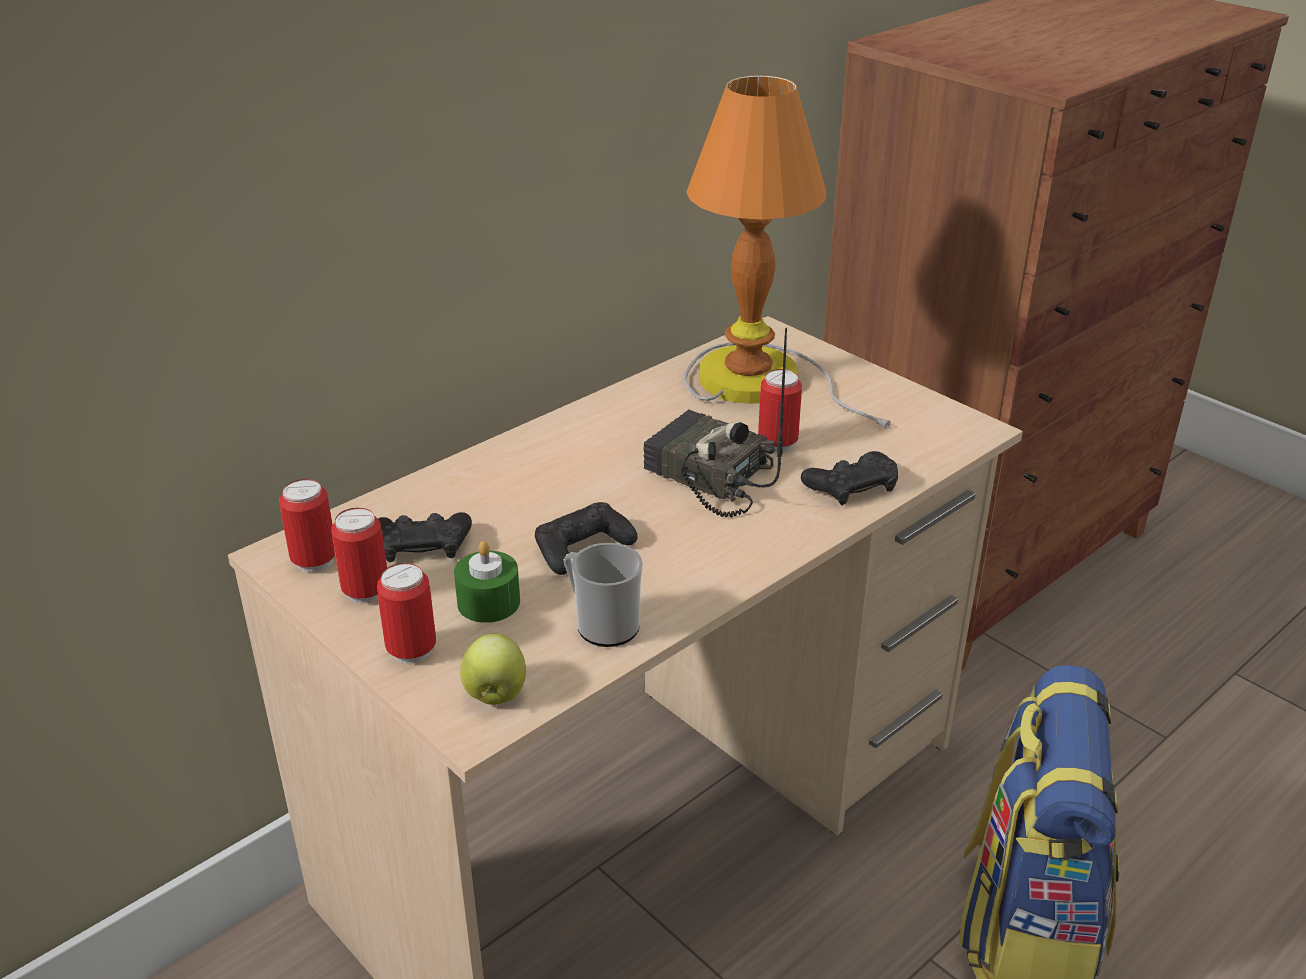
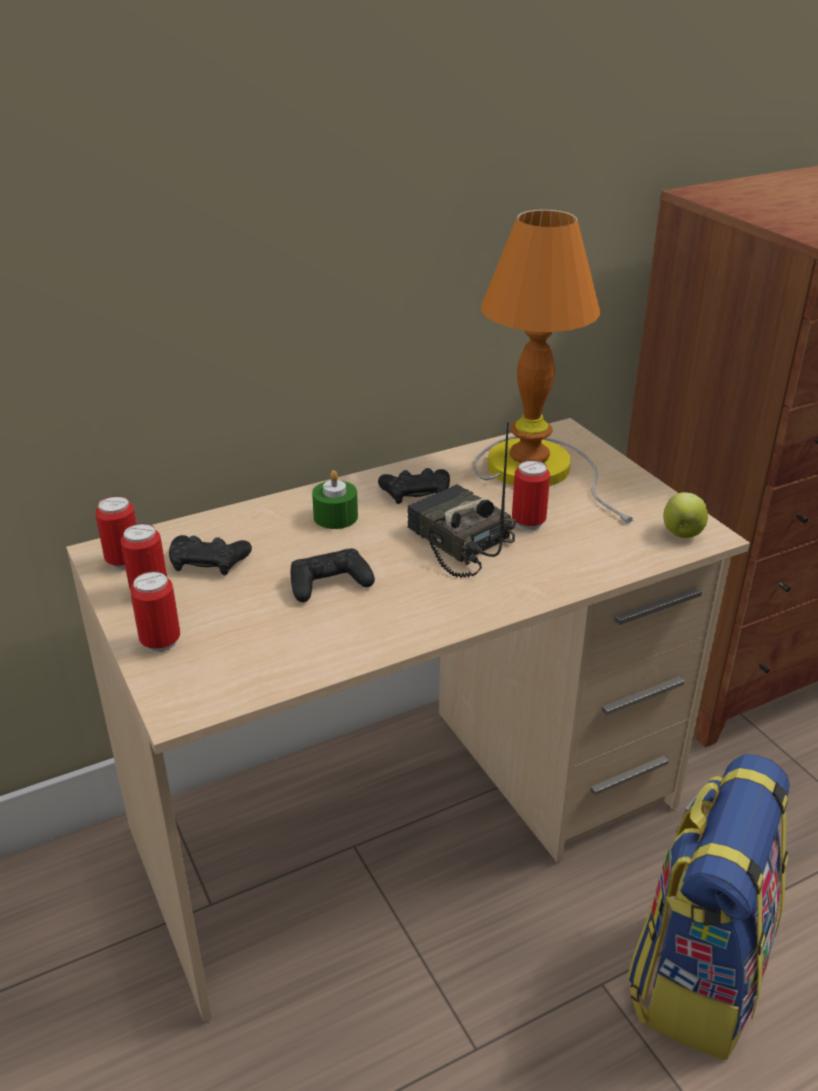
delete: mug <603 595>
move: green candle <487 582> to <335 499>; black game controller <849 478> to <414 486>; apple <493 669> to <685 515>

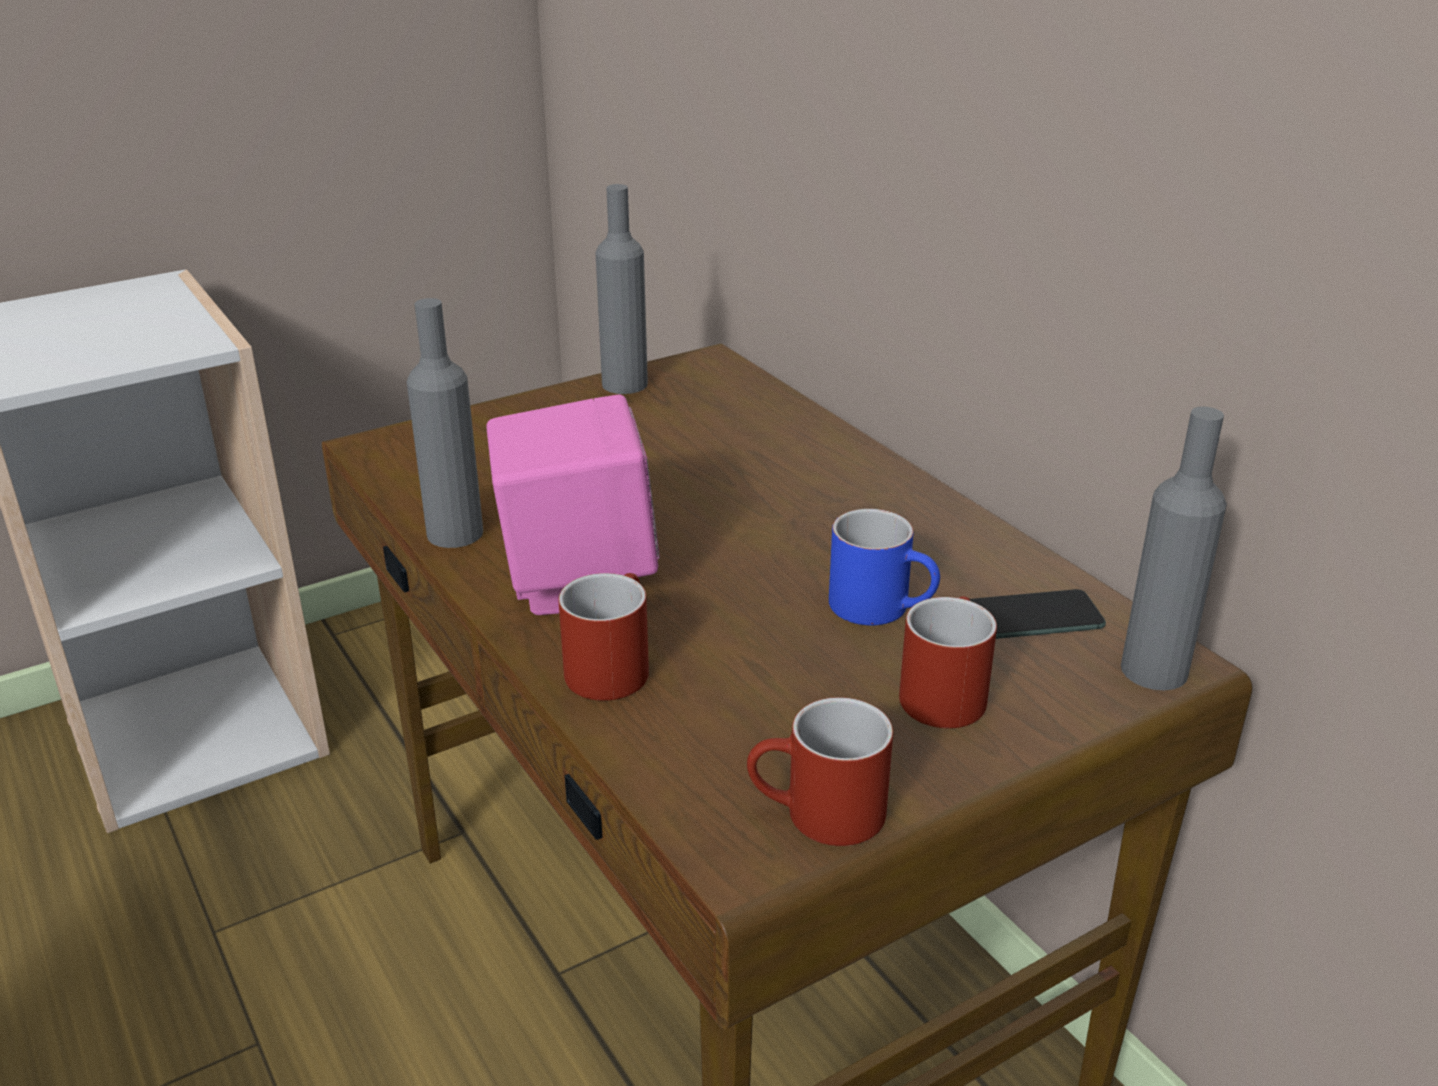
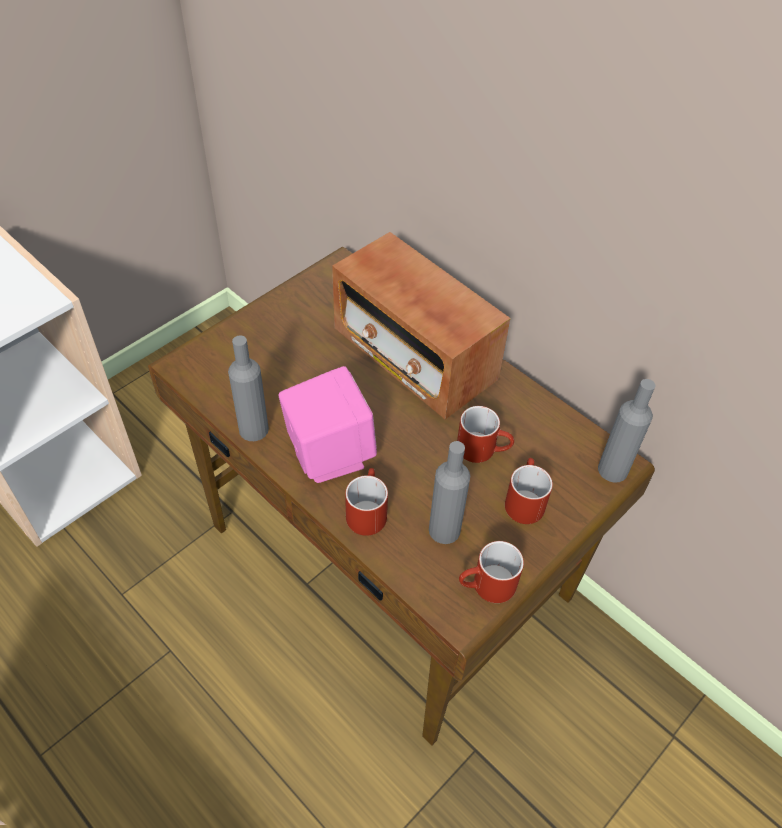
delete: phone <1038 614>
insert: radio <421 325>
move: grey bottle <621 289> to <449 492>
recolor: blue mug <884 567> to red mug <485 434>

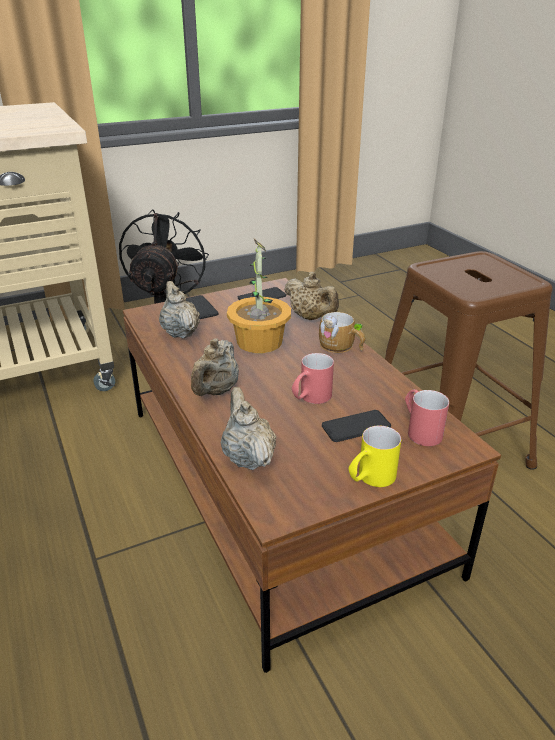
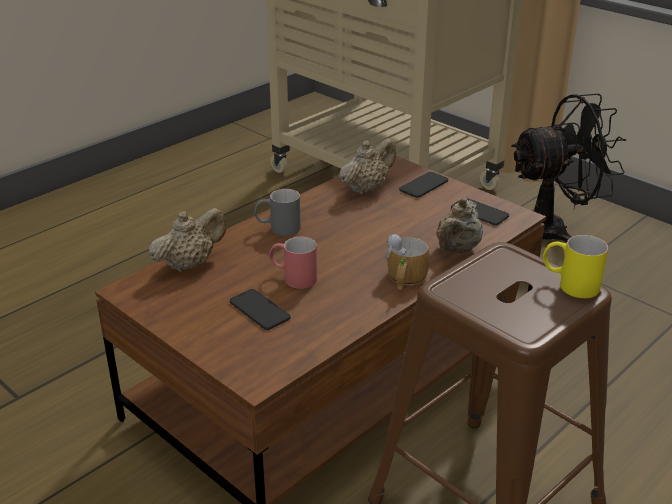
delete: potted plant <259 296>; red mug <427 417>
move: yellow mug <374 456> to <575 266>
replace: beige teapot <215 367> to grey mug <277 212>

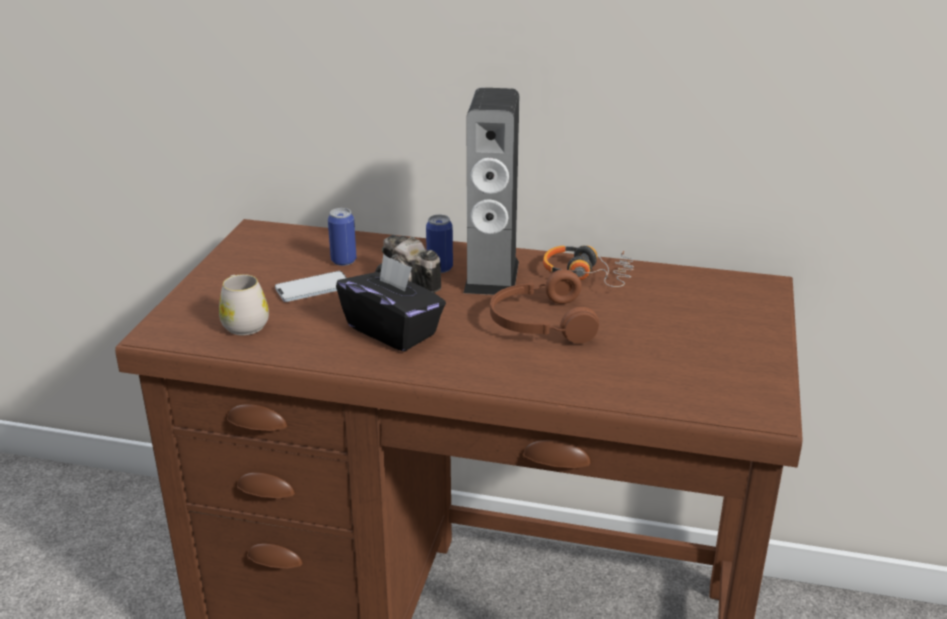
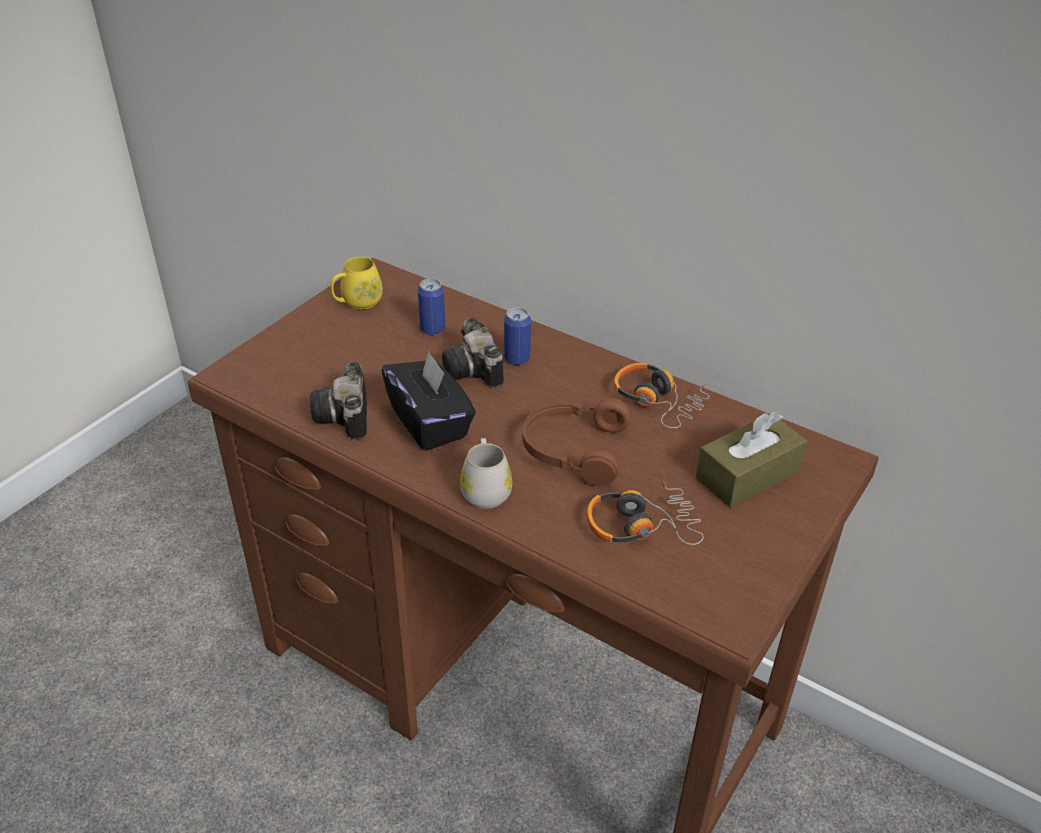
delete: phone <311 286>; speaker <491 191>
insert: photo camera <338 401>; yellow mug <356 282>; headphones <645 512>; brown tissue box <751 459>
move: white mug <244 304> to <486 473>

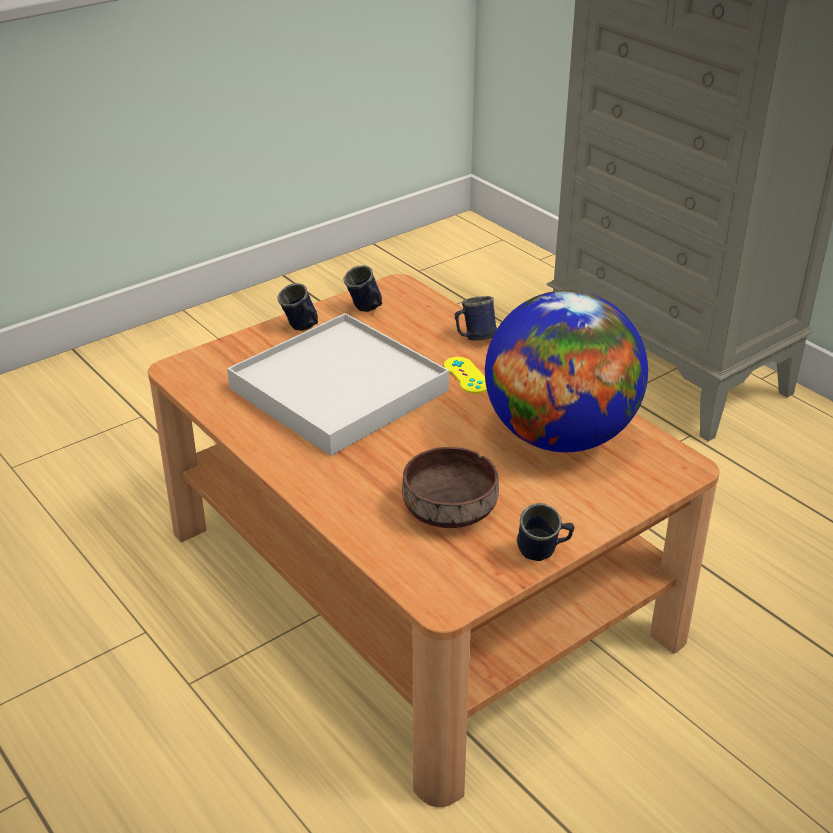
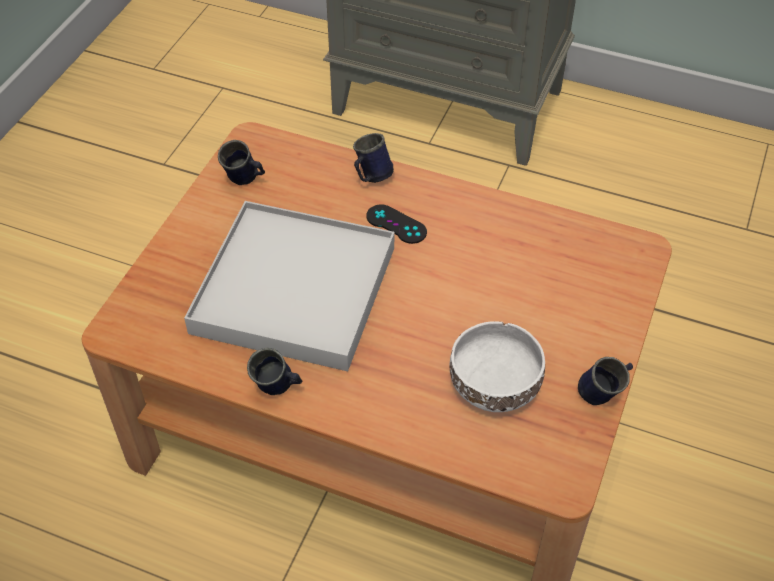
delete: globe <566 371>
move: blue mug <297 307> to <275 371>
recolor: yellow game controller <465 375> to black game controller <396 224>; brown bowl <450 487> to white bowl <497 366>

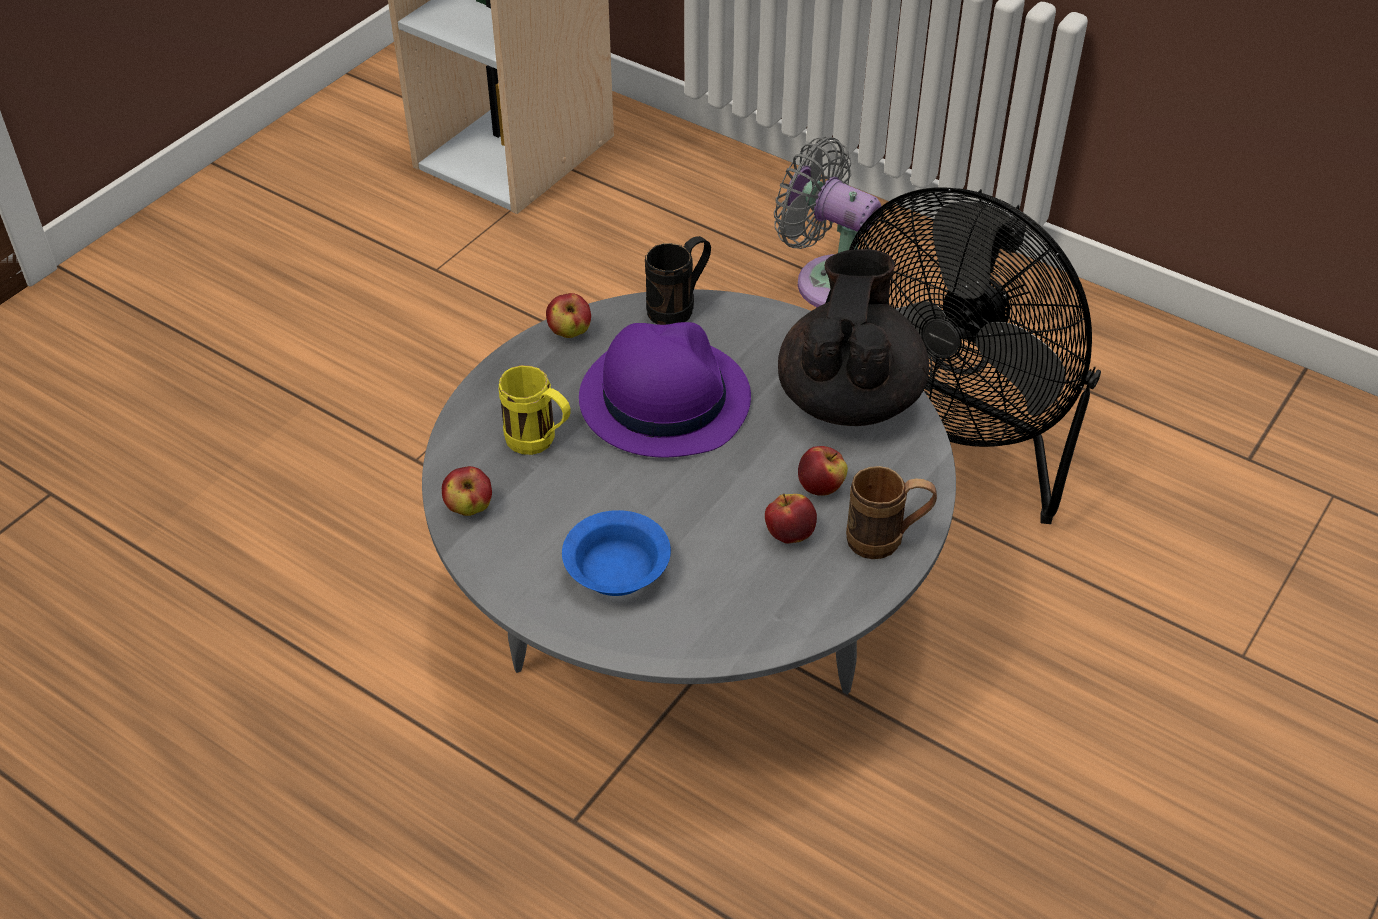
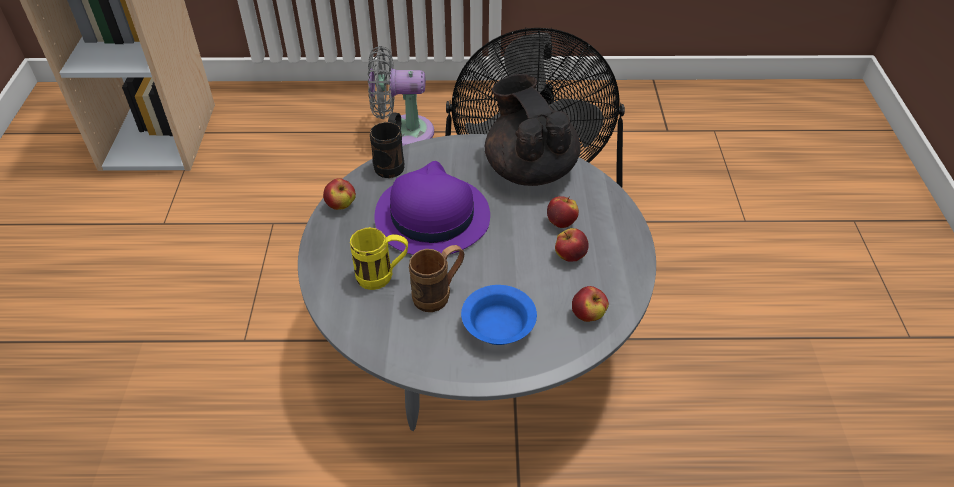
move: brown mug <891 512> to <436 278>; apple <467 491> to <590 304>

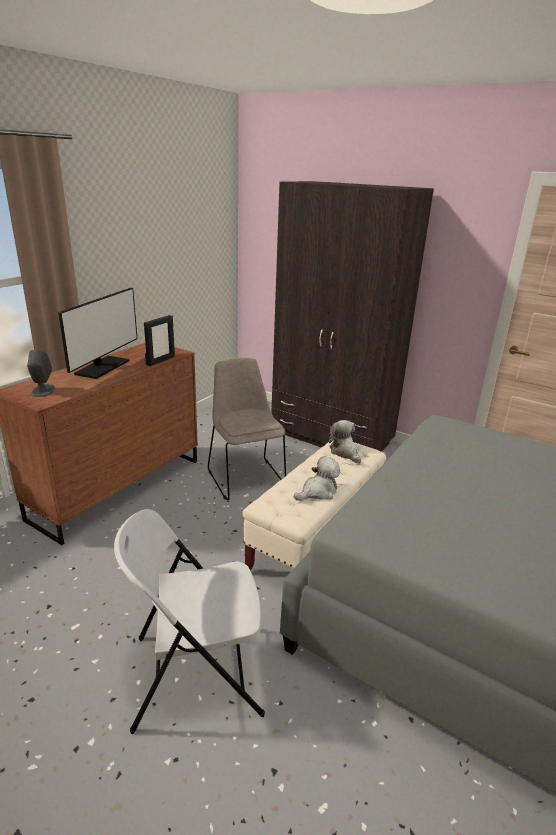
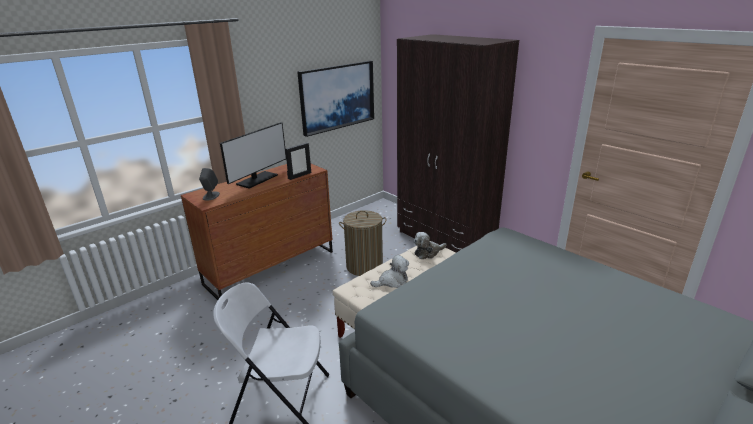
insert: picture <335 98>
replace: beige chair <247 428> to laundry basket <363 243>
rotate: plush toy <345 442> = <430 245> 105 degrees counterclockwise

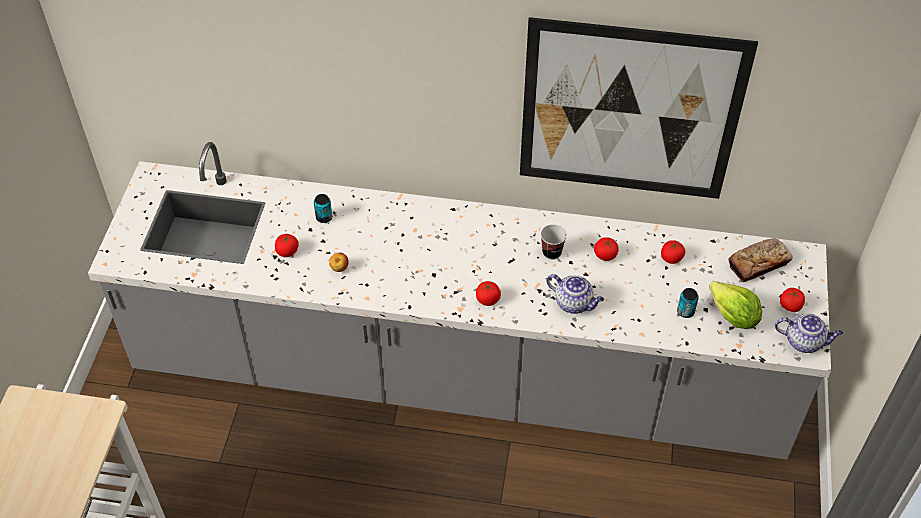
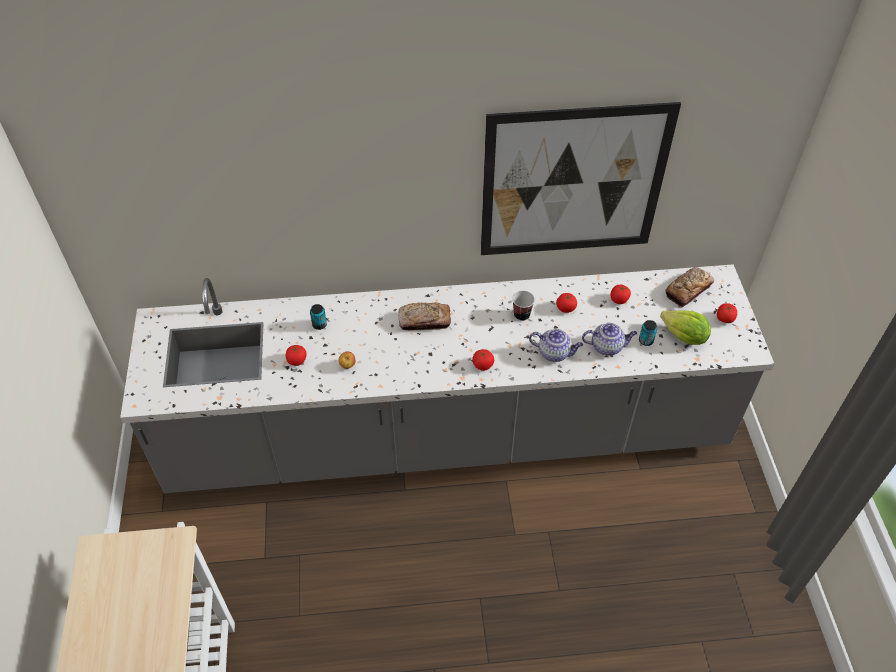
insert: bread <425 316>
move: teapot <809 333> to <609 339>

